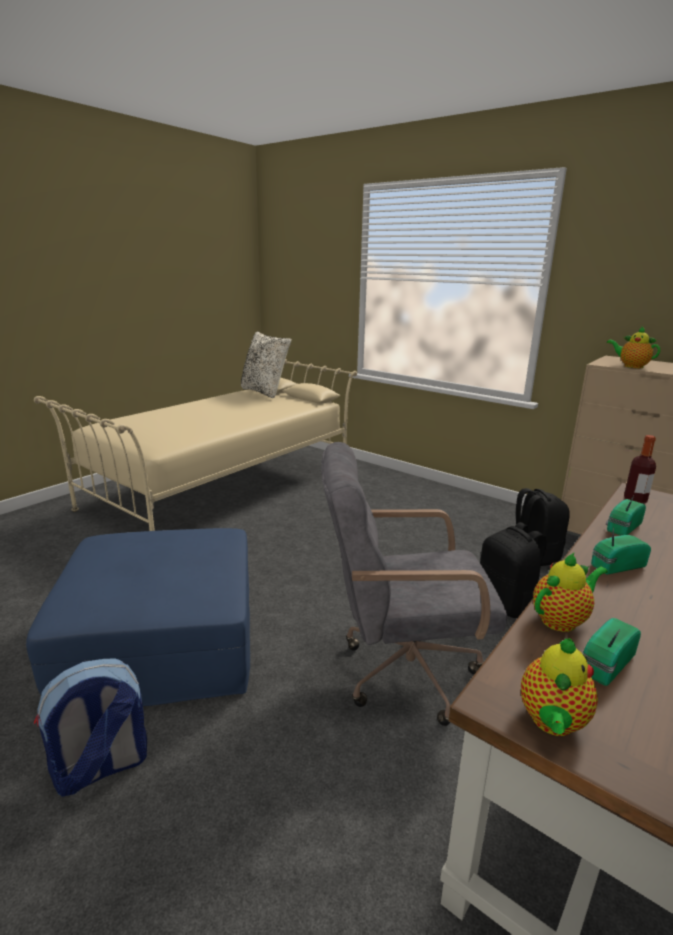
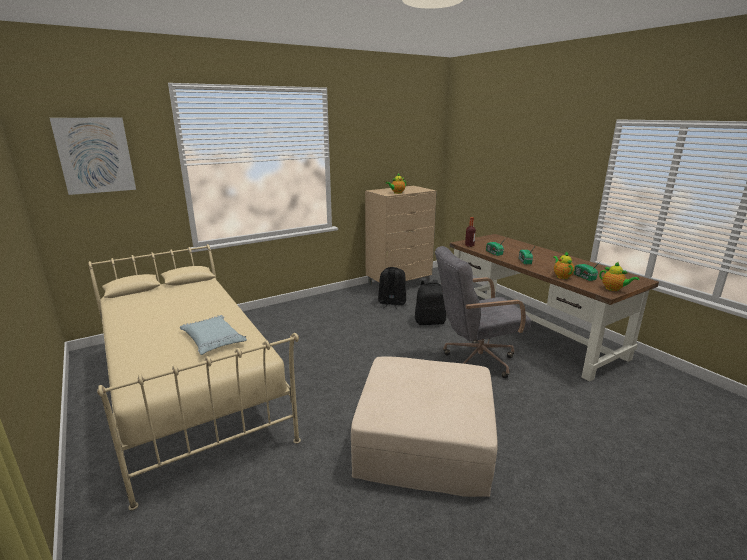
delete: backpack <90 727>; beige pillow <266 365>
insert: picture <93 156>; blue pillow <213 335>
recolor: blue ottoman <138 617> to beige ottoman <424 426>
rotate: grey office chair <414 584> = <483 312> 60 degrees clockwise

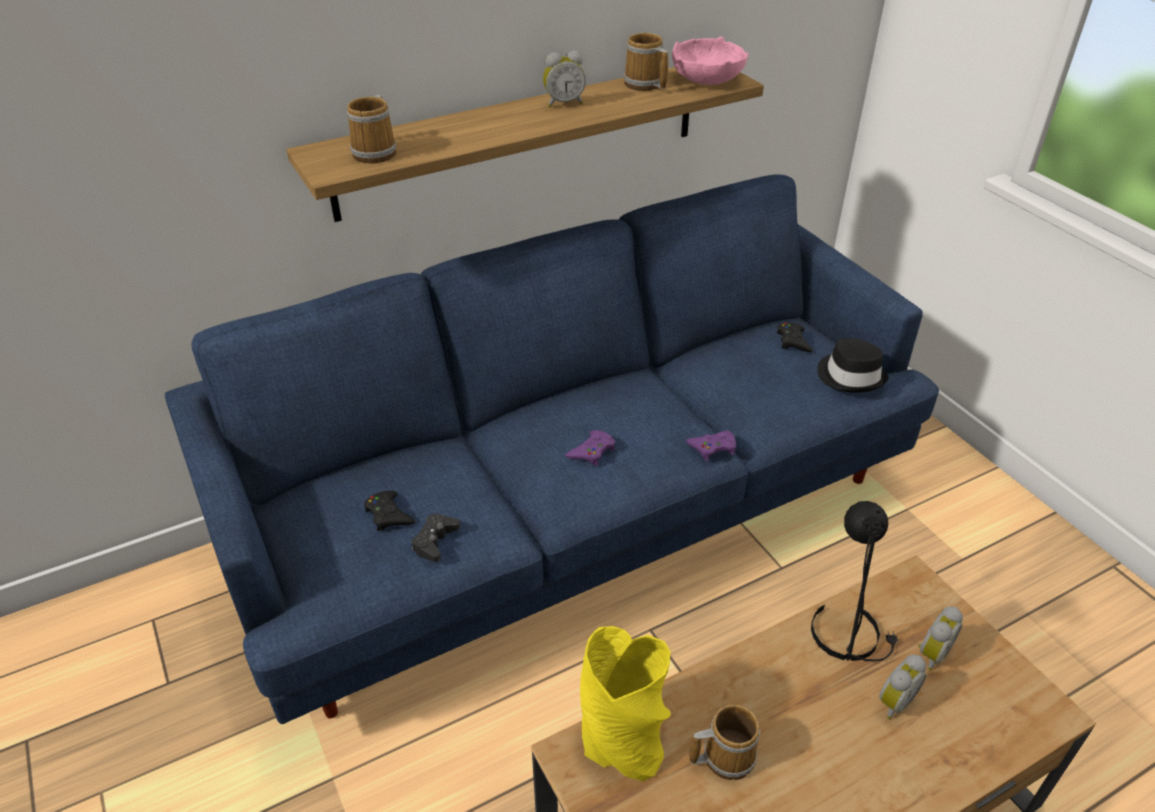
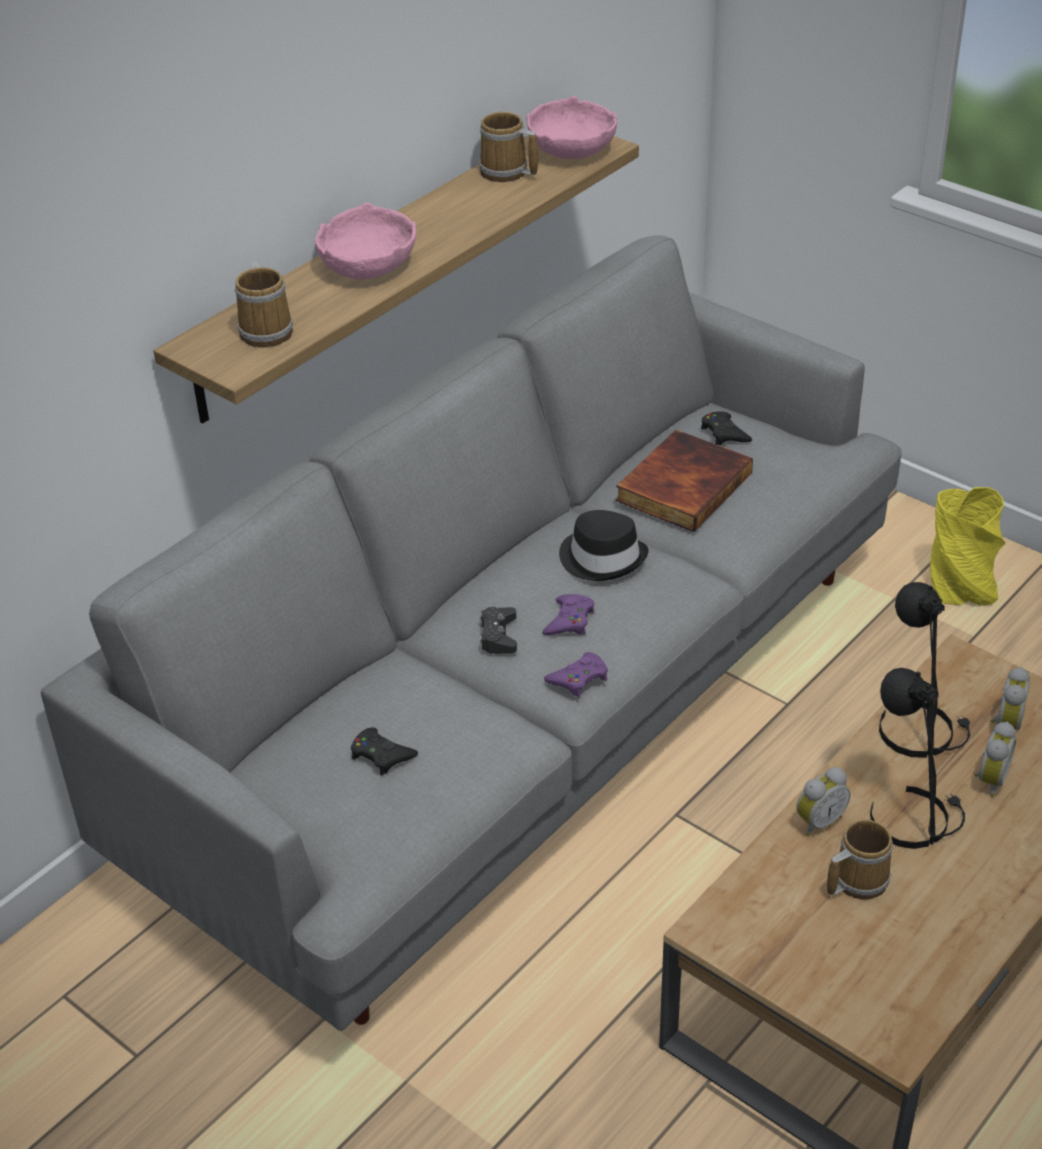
insert: pink bowl <365 241>; book <684 481>; black table lamp <917 758>
move: black game controller <435 537> to <498 630>; purple game controller <711 445> to <576 674>; black hat <853 365> to <604 545>; alarm clock <564 79> to <823 802>; yellow vase <625 703> to <967 546>
recolor: blue sofa <552 449> to grey sofa <471 633>

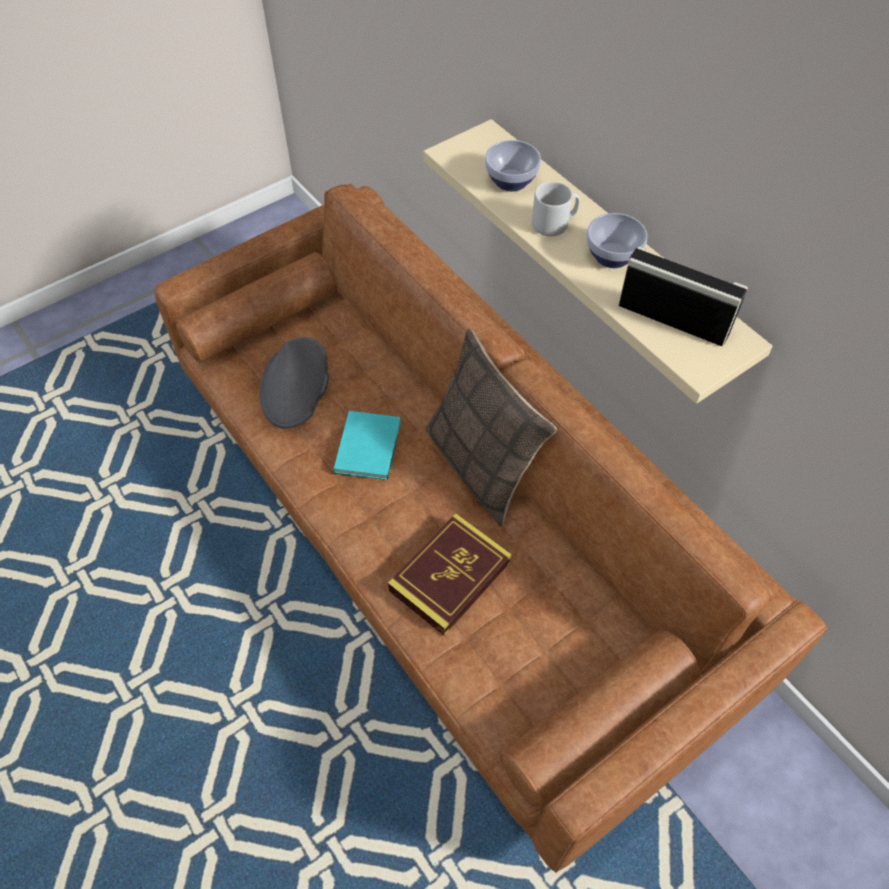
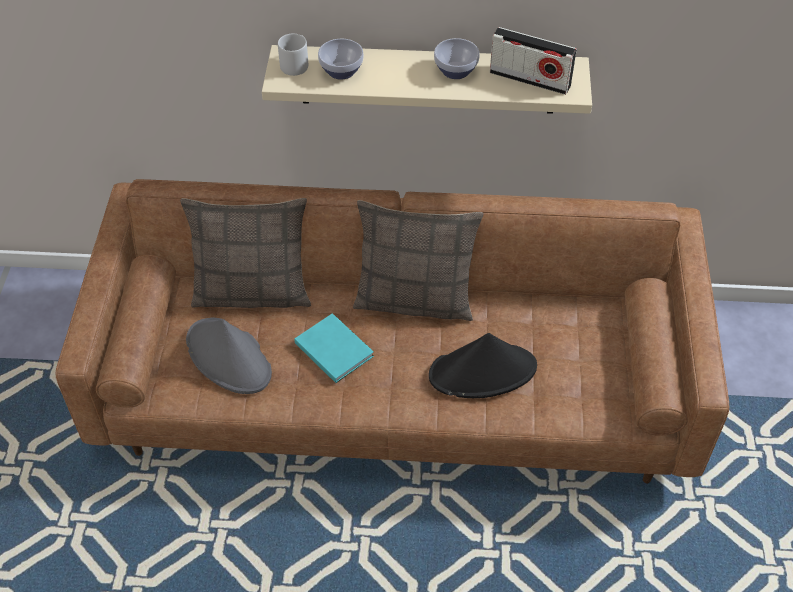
insert: pillow <245 253>
move: grey mug <556 209> to <293 55>
replace: book <450 575> to black hat <483 365>
rotate: radio <683 296> = <533 61> 135 degrees counterclockwise

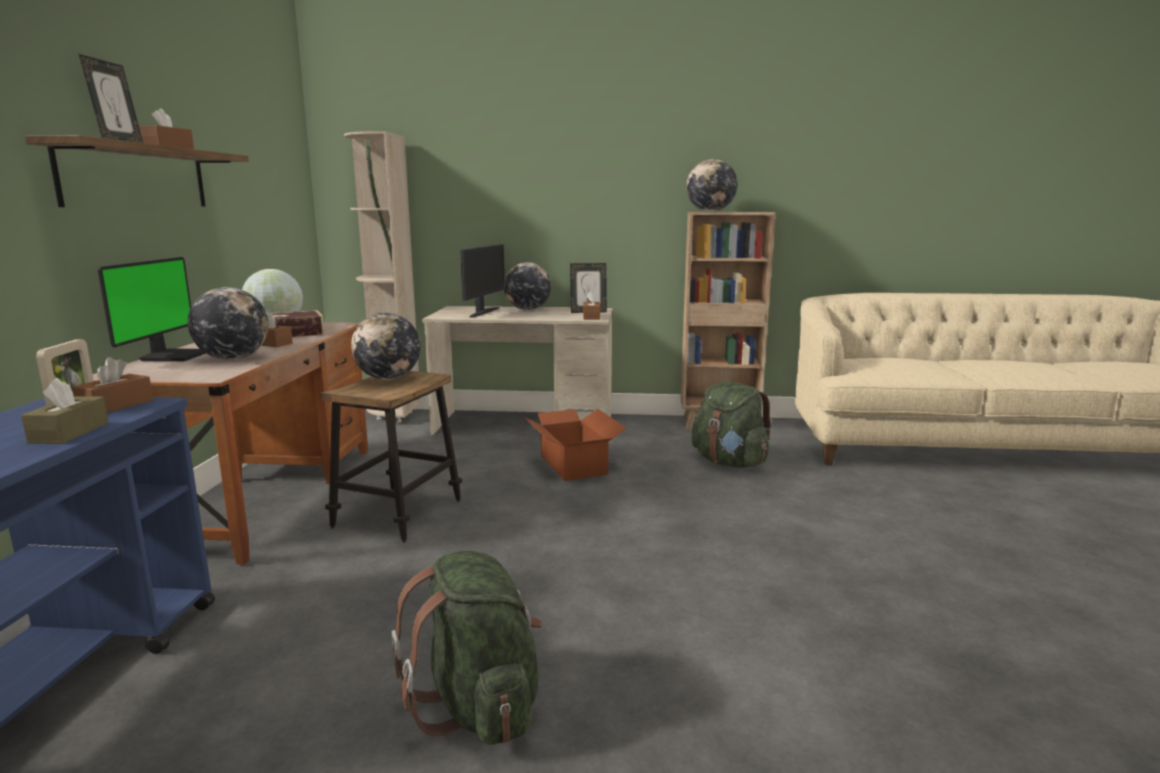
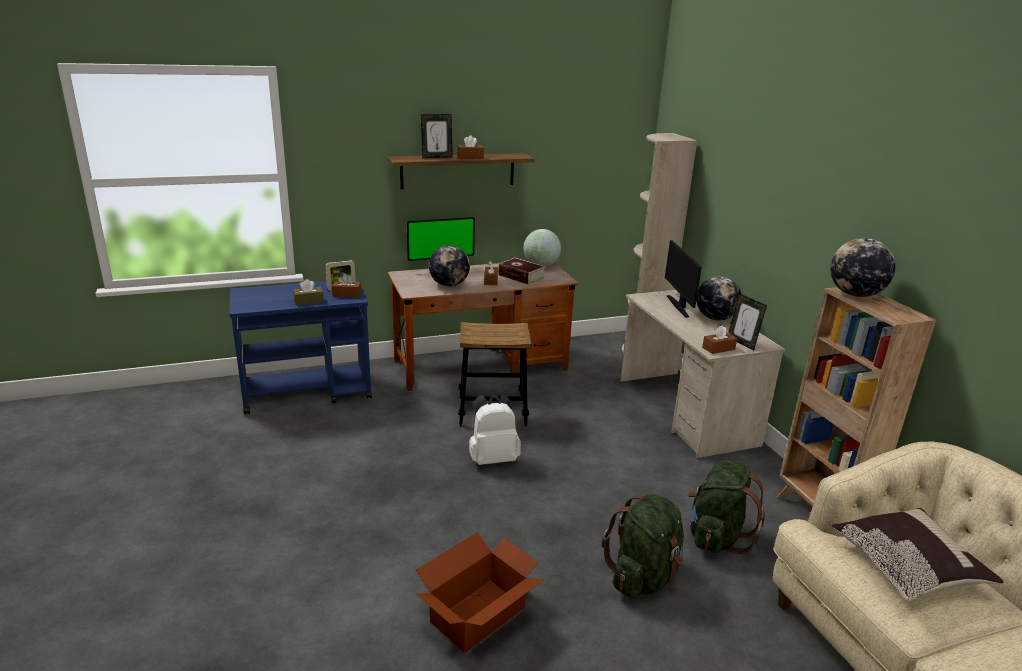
delete: globe <385 346>
insert: white backpack <495 429>; pillow <918 554>
move: cardboard box <575 445> to <479 592>; green backpack <466 648> to <642 546>
rotate: monitor <482 281> = <683 278> 90 degrees clockwise

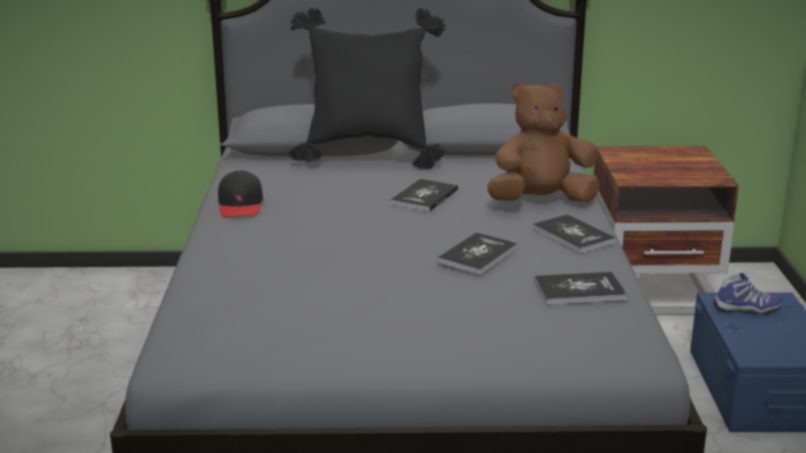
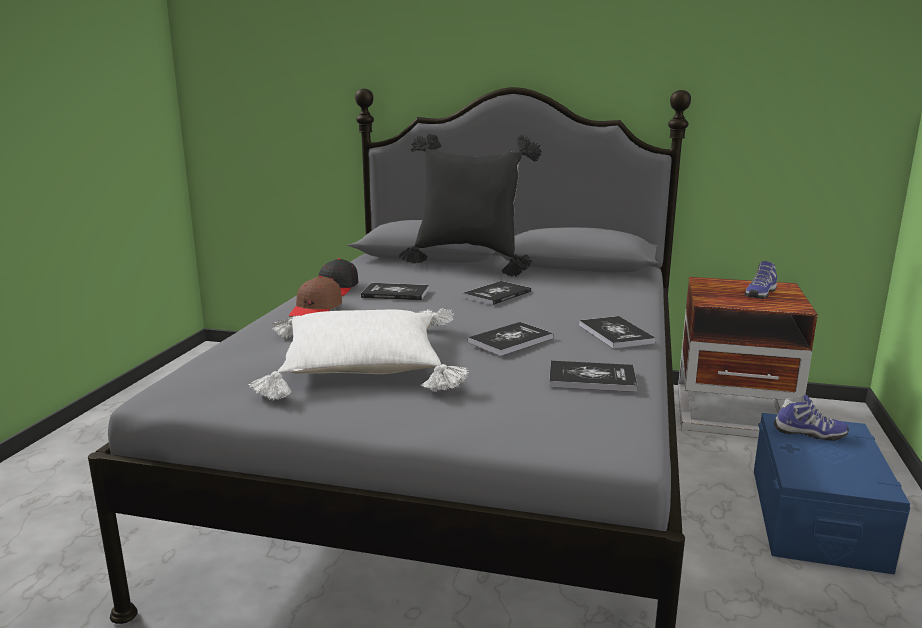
delete: brown plush toy <543 142>
insert: white pillow <358 354>; brown cap <315 296>; book <395 291>; shoe <761 280>

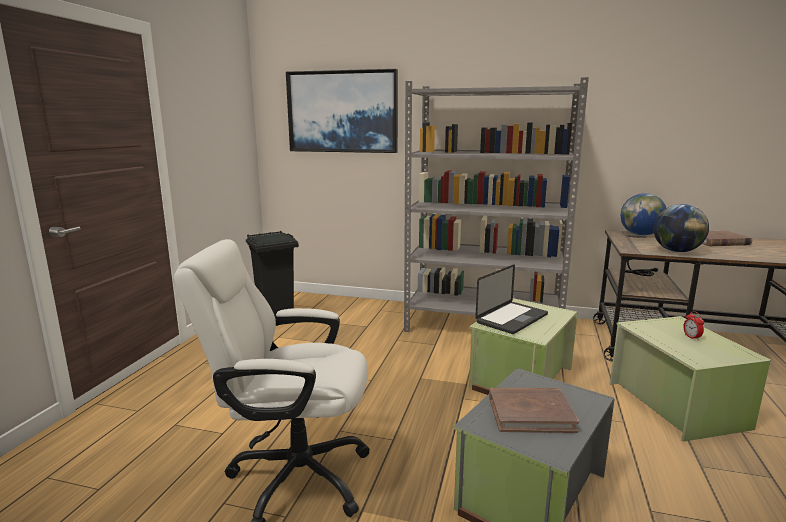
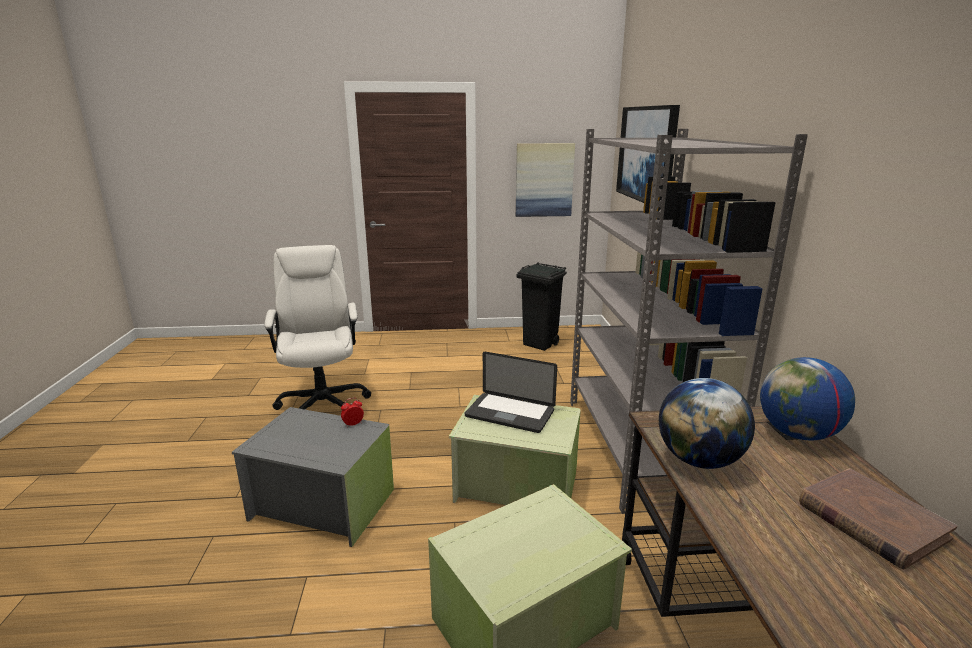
delete: brown book <534 410>
insert: picture <545 180>
move: alarm clock <693 325> to <352 412>

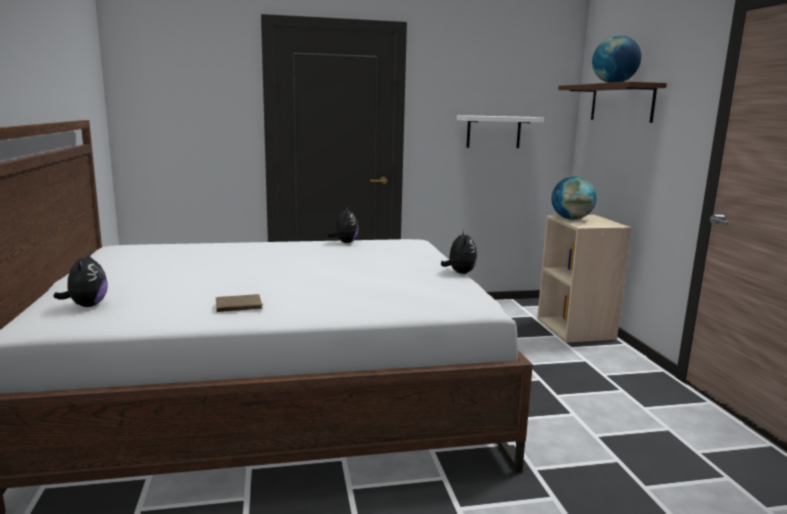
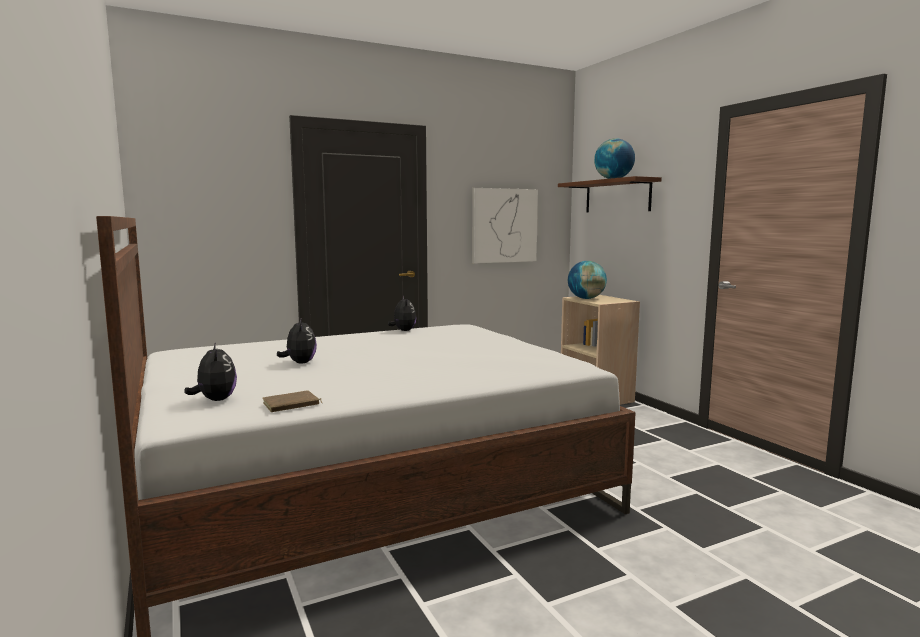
move: brown book <240 303> to <292 401>; plush toy <459 252> to <297 340>
replace: white shelf <500 131> to picture <505 226>

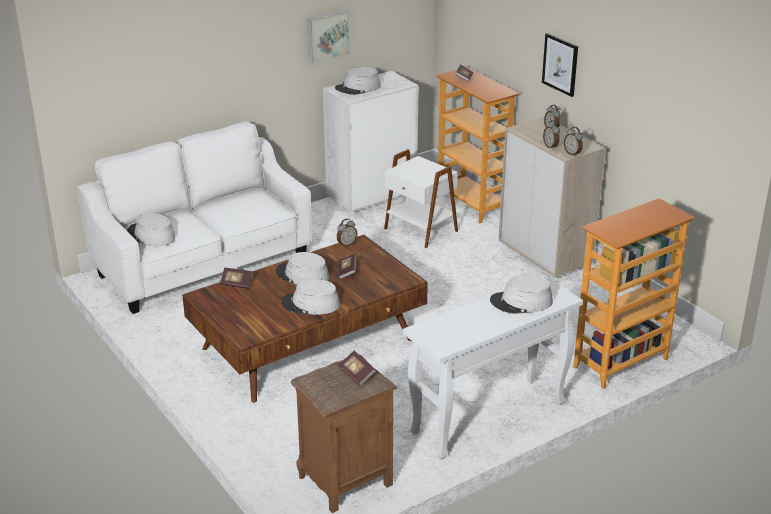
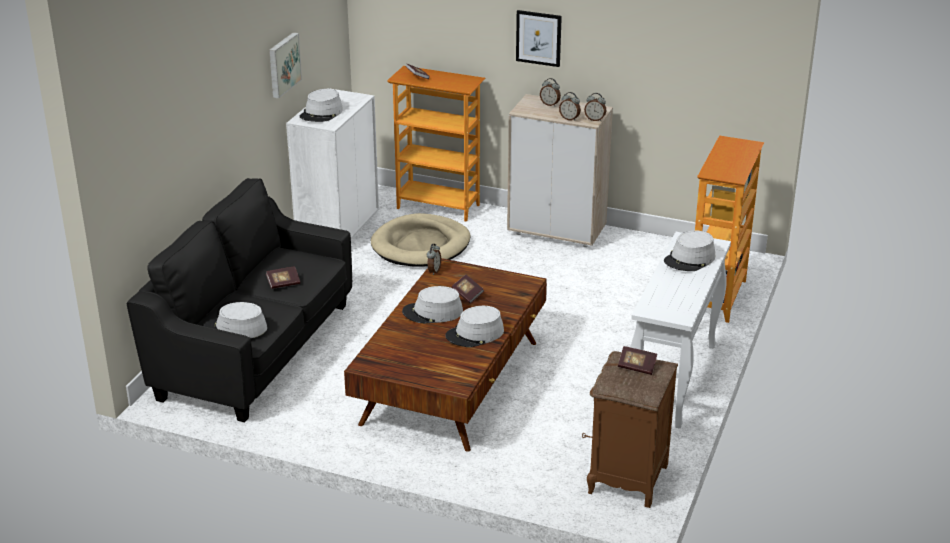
move: book <236 278> to <283 277>
replace: white side table <421 198> to beige dog bed <420 240>
recolor: white sofa <194 218> to black sofa <239 300>

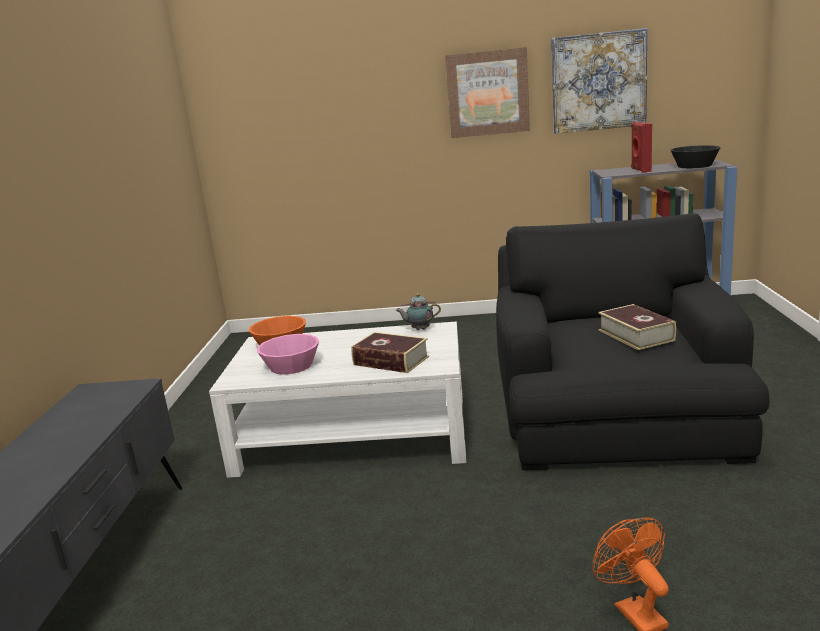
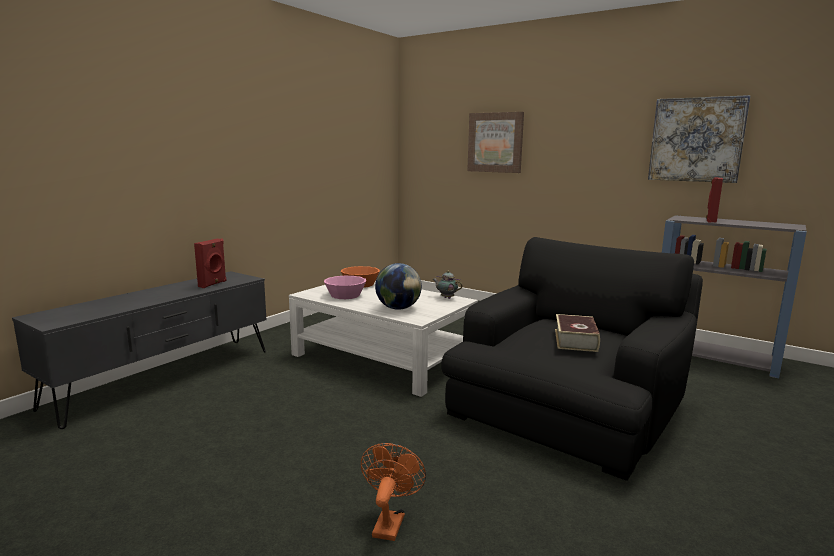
delete: black bowl <695 157>
insert: red speaker <210 263>
move: picture <487 92> to <495 142>
replace: book <390 352> to globe <398 286>

